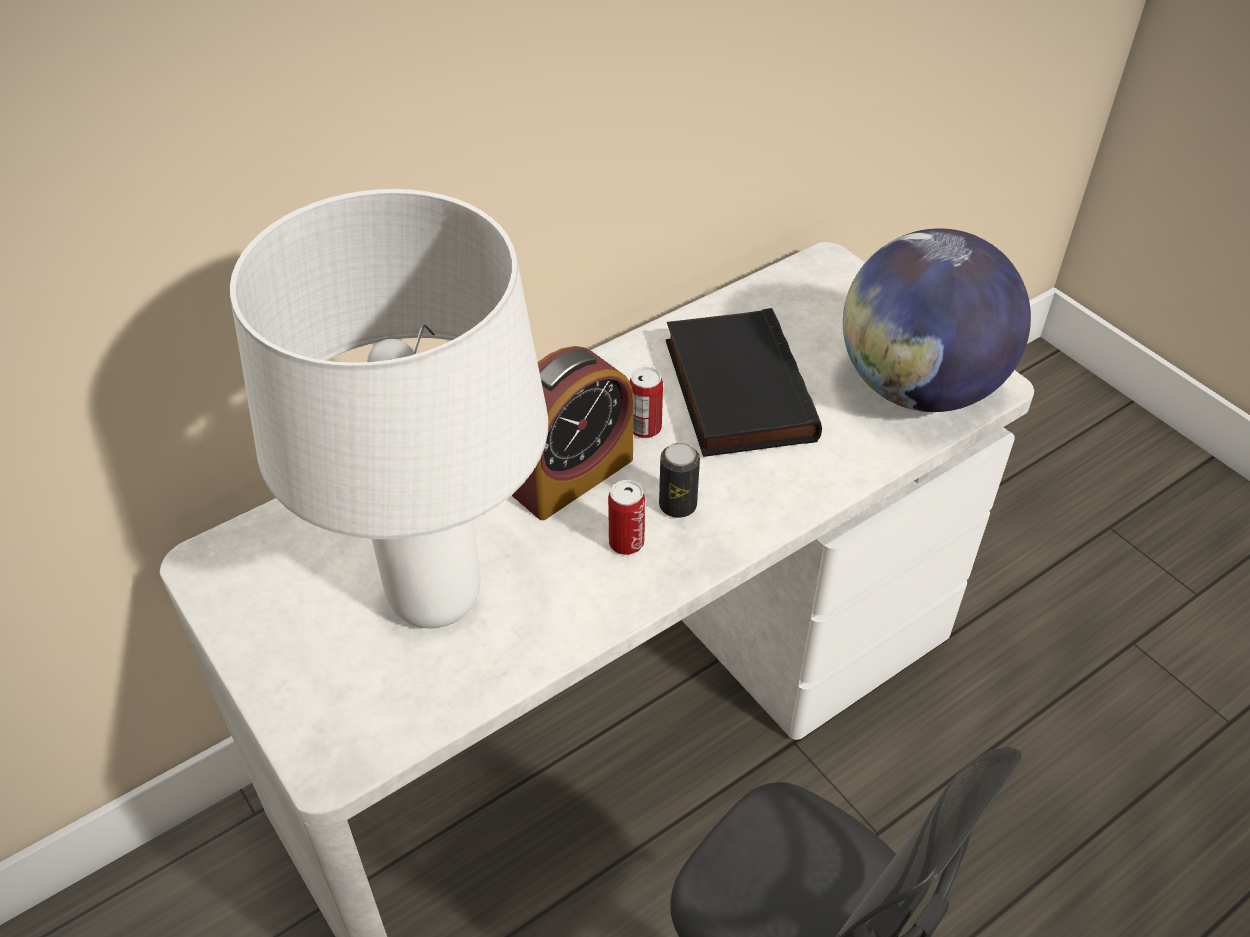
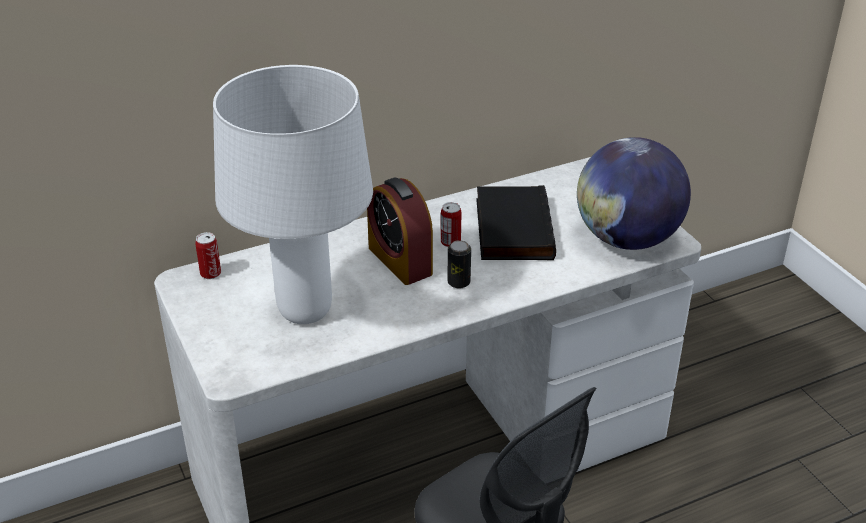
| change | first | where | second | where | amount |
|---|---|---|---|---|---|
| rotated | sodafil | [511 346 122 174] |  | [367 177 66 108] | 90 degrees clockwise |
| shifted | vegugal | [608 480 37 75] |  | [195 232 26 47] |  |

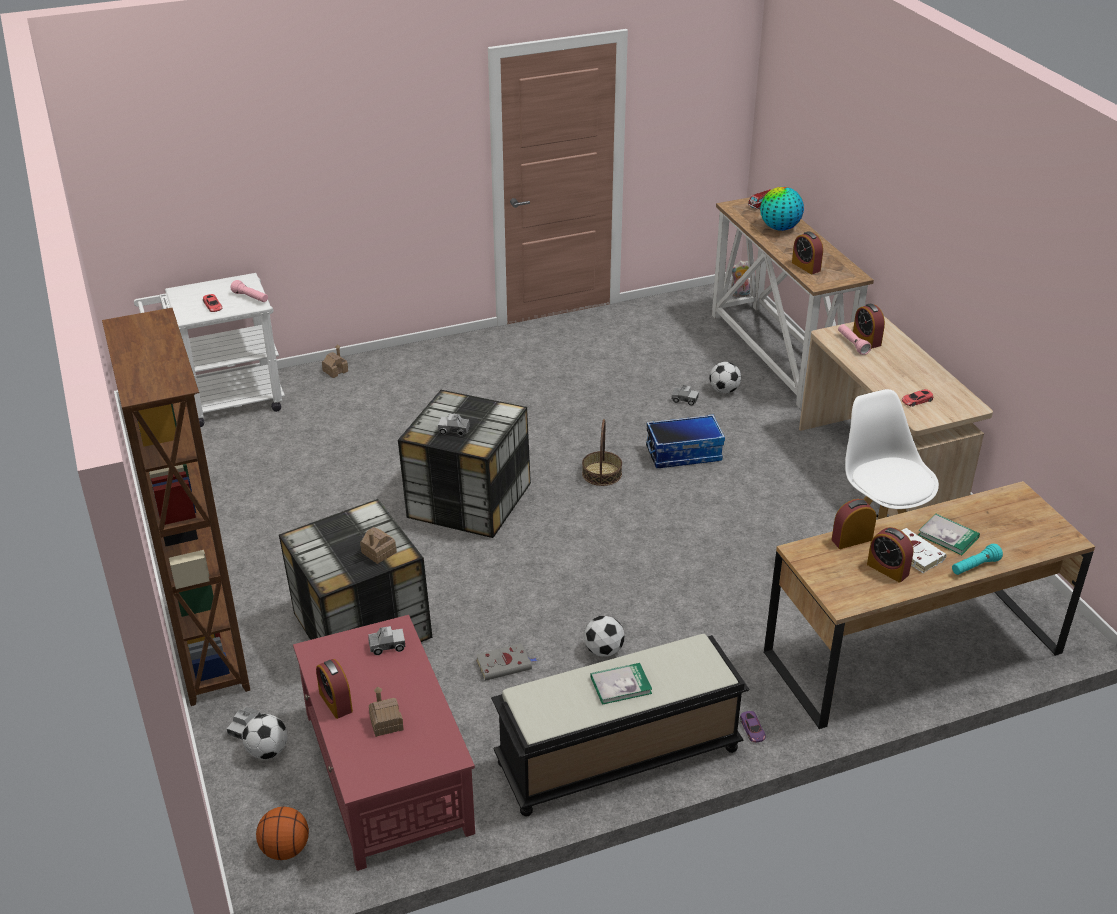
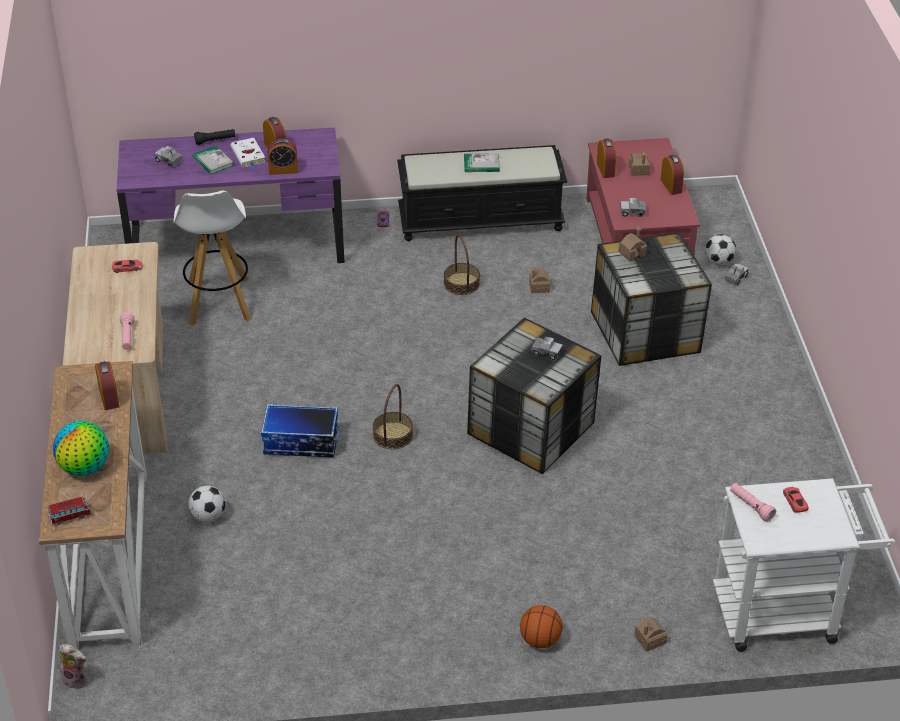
| change | first | where | second | where | amount |
|---|---|---|---|---|---|
| shifted | sodafil | [853 304 32 45] |  | [597 138 19 40] |  |
| gone | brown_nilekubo | [102 308 148 398] |  |  |  |
| shifted | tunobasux | [671 385 28 21] |  | [155 146 27 22] |  |
| repainted | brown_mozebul | [764 481 331 248] | purple_mozebul | [117 127 228 136] |  |
| repainted | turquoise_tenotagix | [952 544 51 31] | black_tenotagix | [194 129 41 16] |  |
| swapped | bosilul | [584 616 41 41] | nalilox | [444 235 36 60] |  |
| swapped | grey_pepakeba | [476 643 62 38] | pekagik | [529 266 21 27] |  |
| shifted | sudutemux | [256 807 53 53] |  | [520 605 43 43] |  |

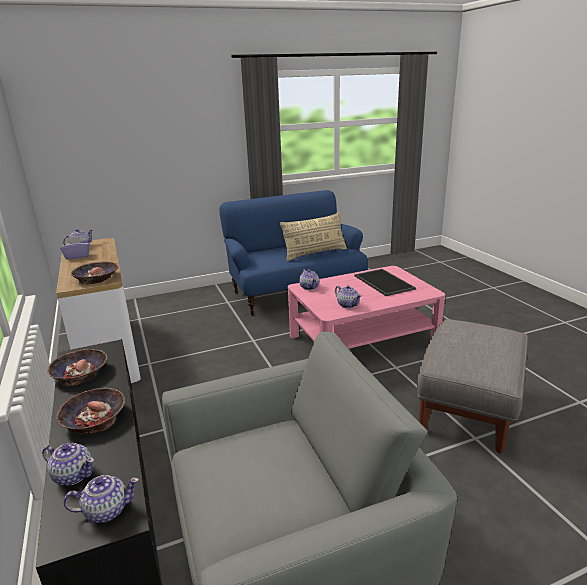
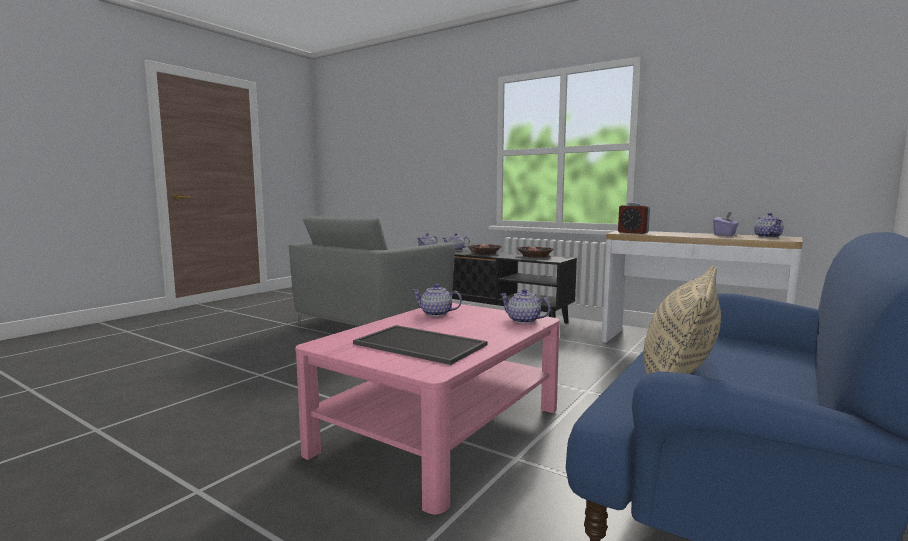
| change | first | where | second | where | amount |
|---|---|---|---|---|---|
| swapped | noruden | [71 262 47 23] | sodafil | [618 203 32 31] |  |
| gone | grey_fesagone | [417 319 111 135] |  |  |  |

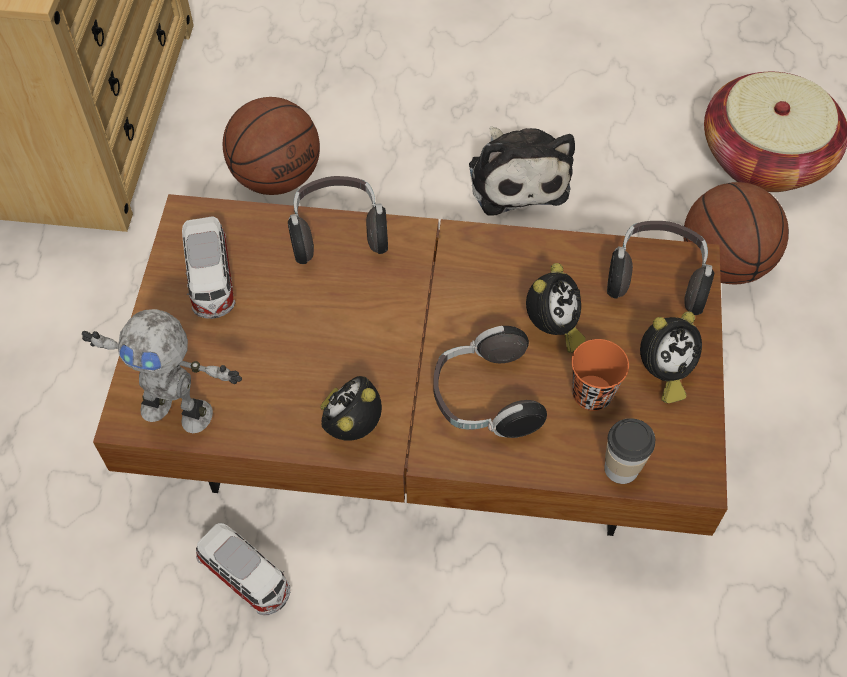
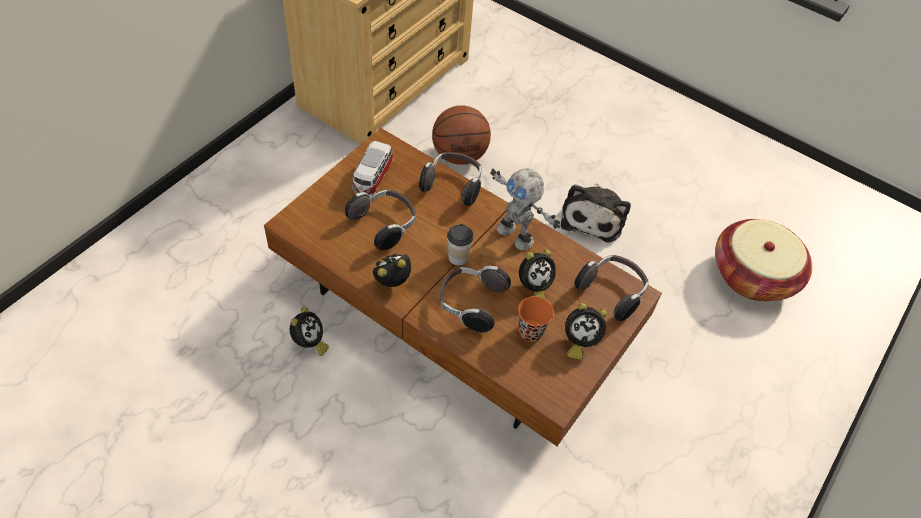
| change | first | where | second | where | amount |
|---|---|---|---|---|---|
| gone | sudutemux | [683 182 106 102] |  |  |  |
| shifted | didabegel | [82 309 160 124] |  | [490 168 70 82] |  |
| shifted | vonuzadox | [604 418 51 66] |  | [447 224 26 42] |  |
| swapped | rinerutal | [196 523 94 92] | sodafil | [290 307 39 49] |  |
| new |  |  | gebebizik | [345 190 71 60] |  |

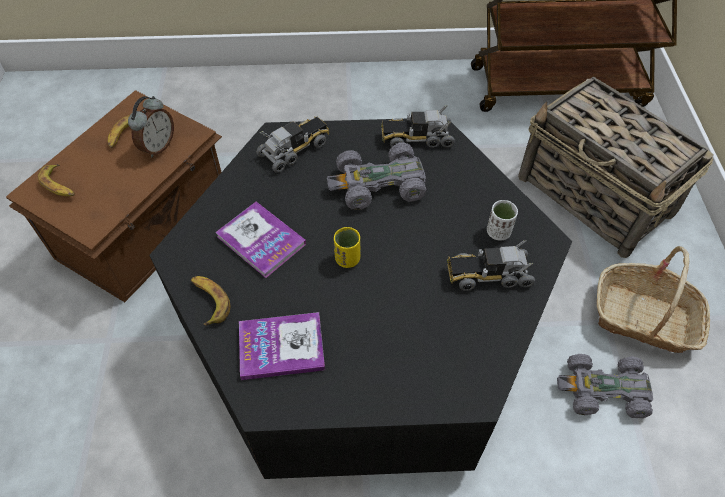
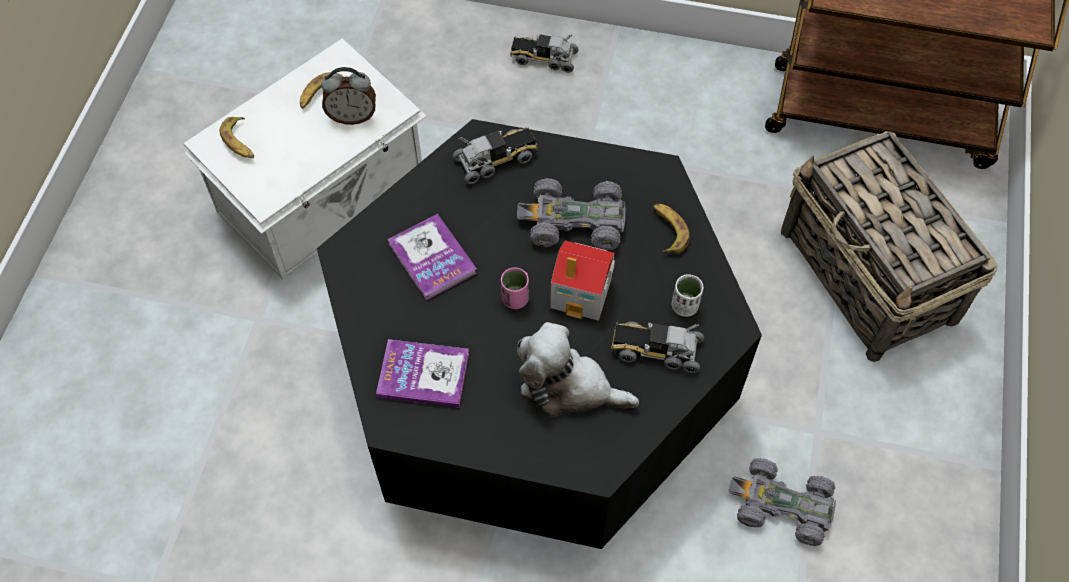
| change | first | where | second | where | amount |
|---|---|---|---|---|---|
| repainted | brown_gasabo | [6 90 216 212] | white_gasabo | [183 39 244 241] |  |
| rotated | sodafil | [128 96 46 62] |  | [321 67 55 58] | 45 degrees clockwise |
| shifted | tunobasux | [381 105 74 43] |  | [510 34 69 39] |  |
| repainted | yellow_vonuzadox | [334 227 26 41] | pink_vonuzadox | [501 267 28 42] |  |
| gone | nalilox | [597 246 113 107] |  |  |  |
| shifted | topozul | [191 276 39 49] |  | [653 204 37 49] |  |
| new |  |  | pekagik | [550 241 65 80] |  |
| new |  |  | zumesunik | [517 322 122 95] |  |

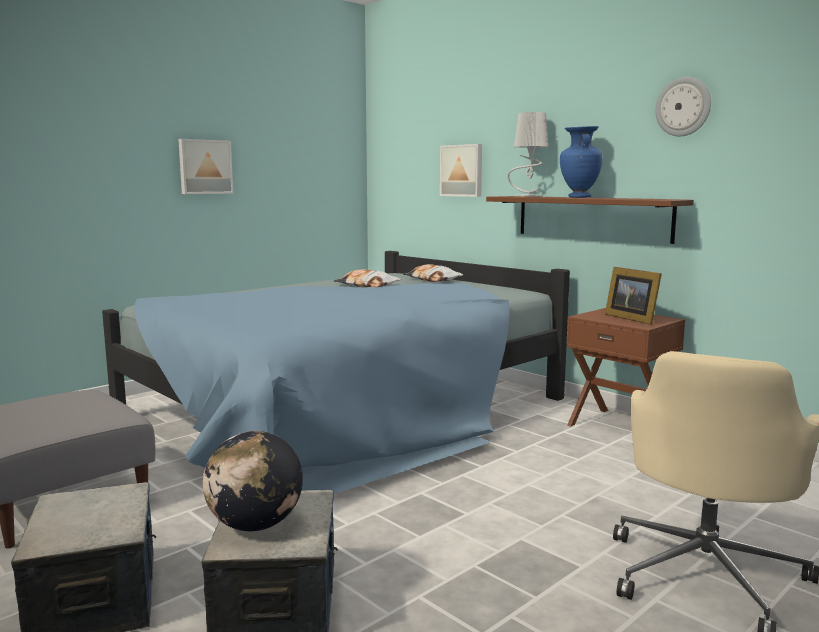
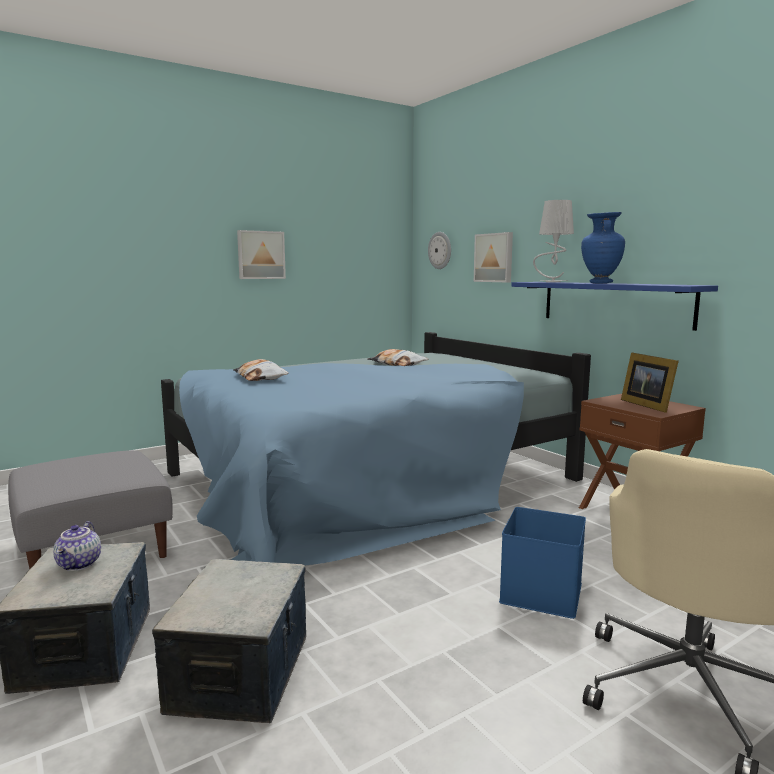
| change | first | where | second | where | amount |
|---|---|---|---|---|---|
| shifted | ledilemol | [655 77 56 59] |  | [428 232 23 37] |  |
| repainted | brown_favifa | [486 196 208 48] | blue_favifa | [511 282 207 49] |  |
| shifted | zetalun | [403 264 60 18] |  | [233 359 55 22] |  |
| gone | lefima | [203 431 100 100] |  |  |  |
| new |  |  | blue_gasabo | [499 507 87 112] |  |
| new |  |  | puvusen | [53 521 48 50] |  |

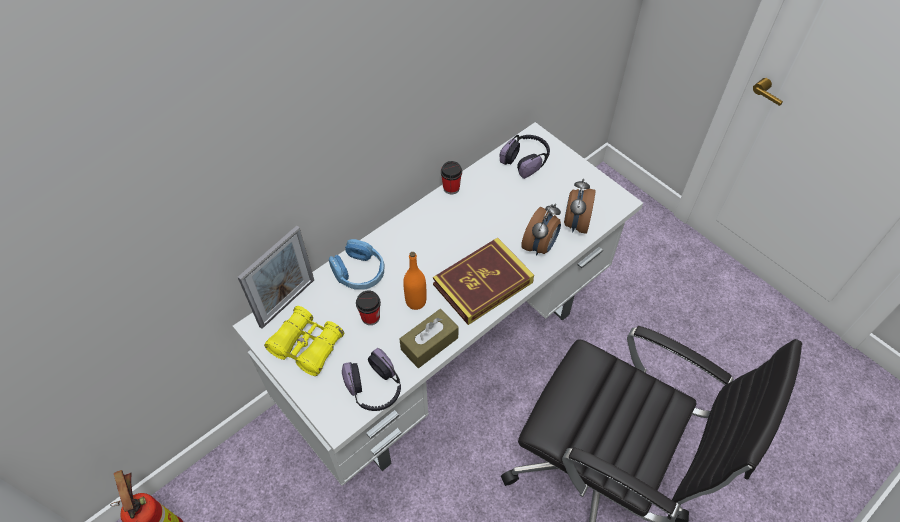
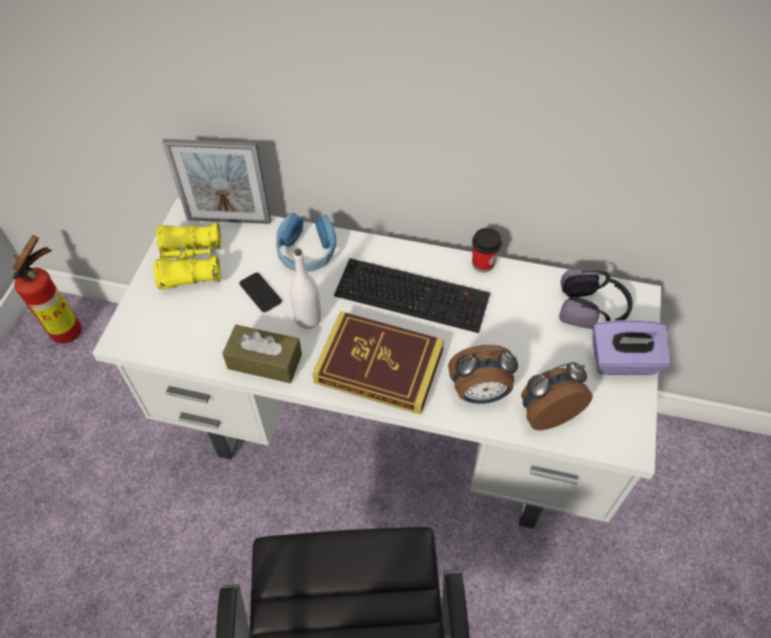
| change | first | where | second | where | amount |
|---|---|---|---|---|---|
| repainted | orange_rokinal | [403 252 24 58] | white_rokinal | [290 249 31 80] |  |
| swapped | vonuzadox | [356 290 25 35] | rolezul | [239 272 43 41] |  |
| gone | gebebizik | [342 348 59 63] |  |  |  |
| new |  |  | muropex | [334 258 156 75] |  |
| new |  |  | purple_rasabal | [593 320 77 55] |  |

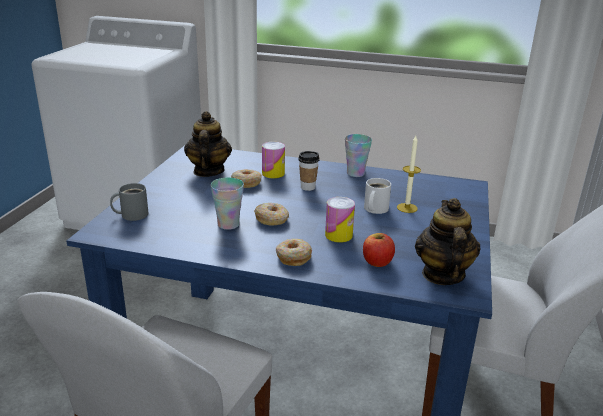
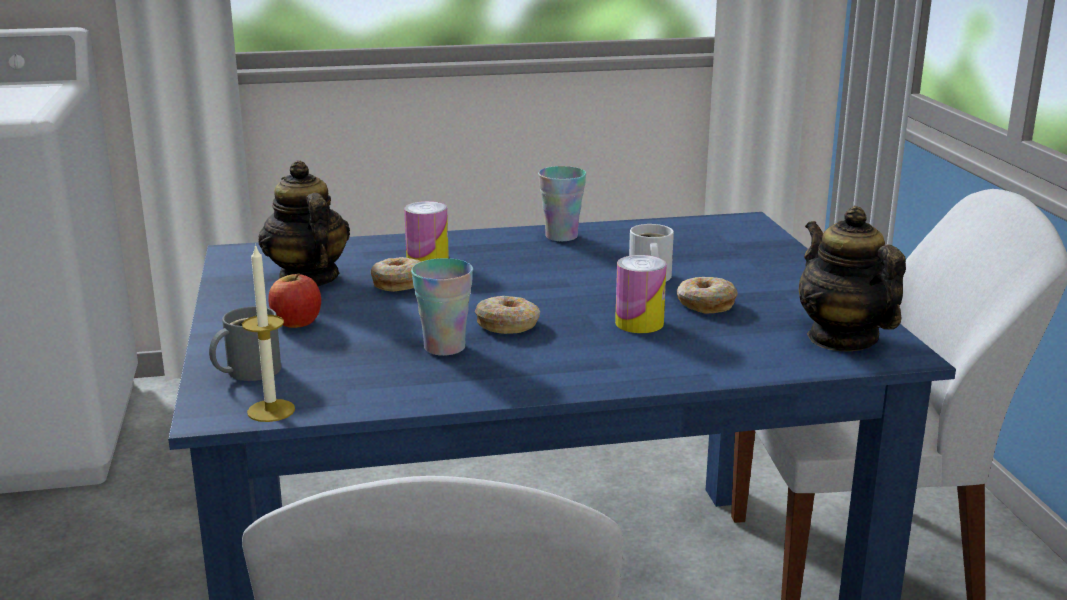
| change | first | where | second | where | amount |
|---|---|---|---|---|---|
| shifted | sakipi | [397 136 24 77] |  | [242 244 53 178] |  |
| gone | vonuzadox | [299 151 20 40] |  |  |  |
| shifted | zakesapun | [363 233 32 34] |  | [268 273 53 55] |  |
| shifted | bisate | [276 239 36 27] |  | [677 277 61 37] |  |

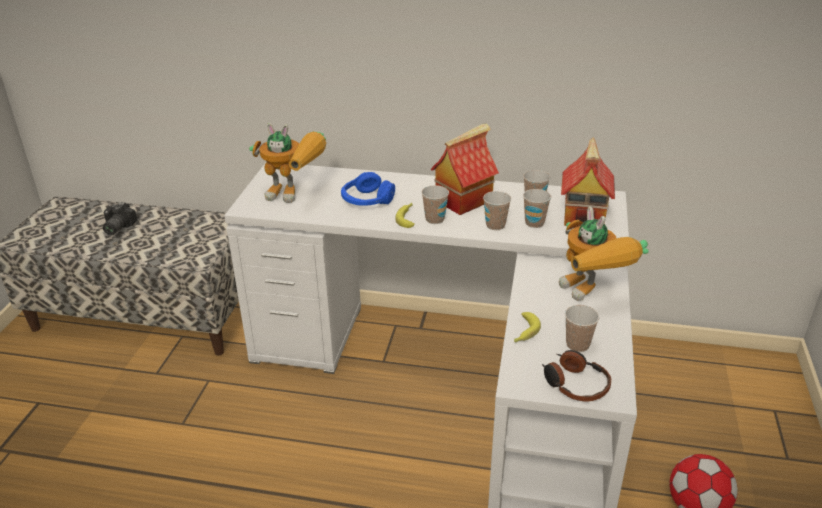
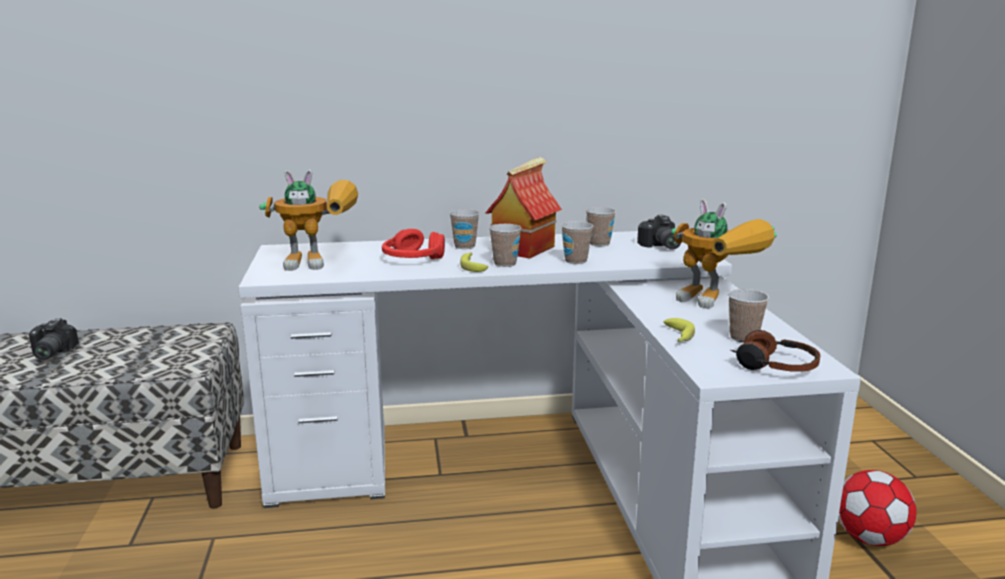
| change | first | where | second | where | amount |
|---|---|---|---|---|---|
| swapped | pekagik | [561 137 54 89] | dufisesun | [637 214 44 36] |  |
| repainted | blue_gebebizik | [341 172 54 34] | red_gebebizik | [382 229 63 30] |  |
| shifted | vonuzadox | [523 189 28 39] |  | [449 209 31 40] |  |

